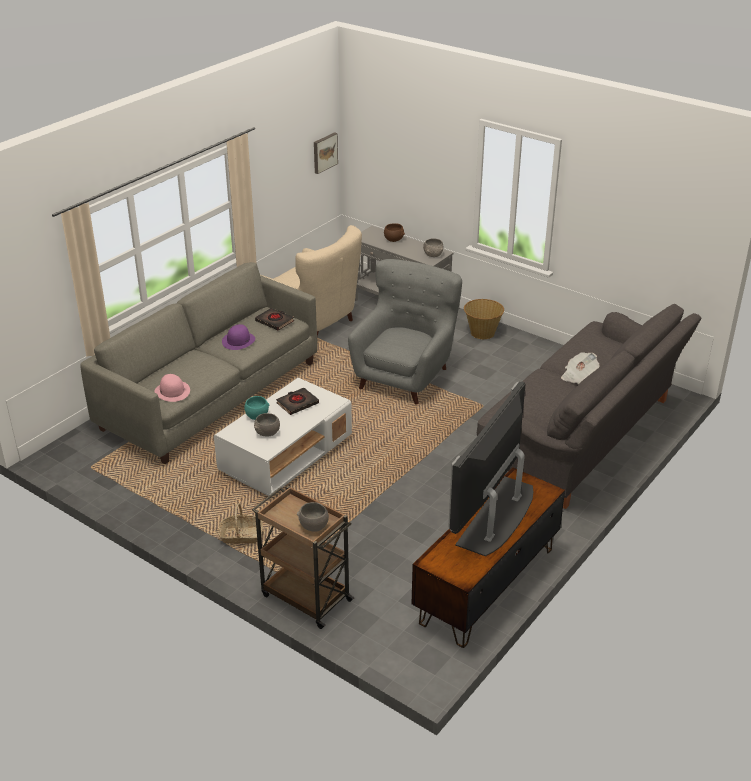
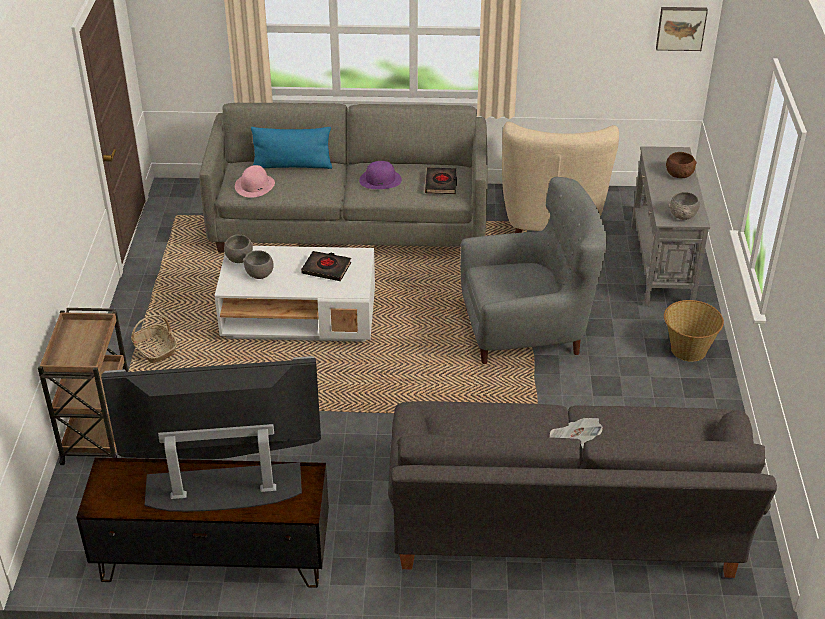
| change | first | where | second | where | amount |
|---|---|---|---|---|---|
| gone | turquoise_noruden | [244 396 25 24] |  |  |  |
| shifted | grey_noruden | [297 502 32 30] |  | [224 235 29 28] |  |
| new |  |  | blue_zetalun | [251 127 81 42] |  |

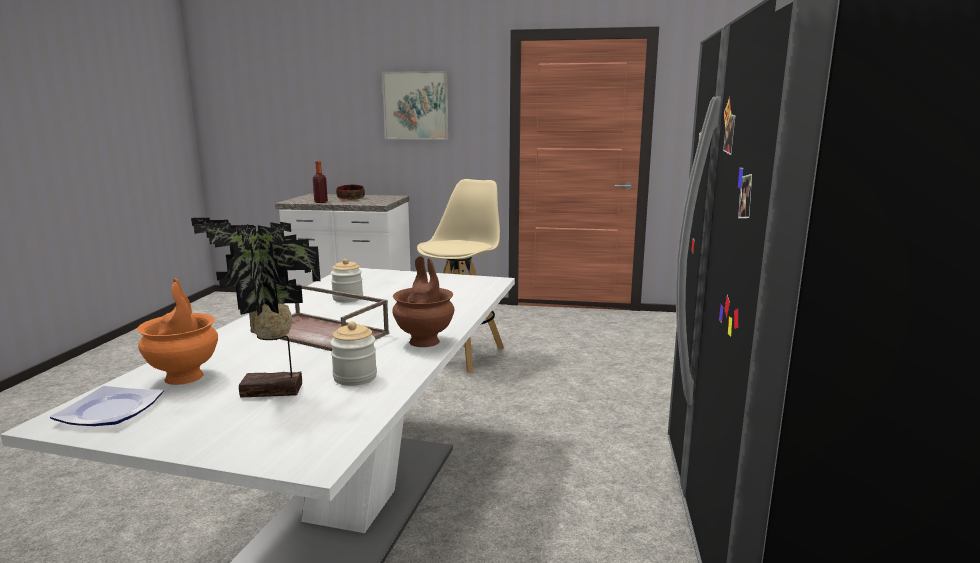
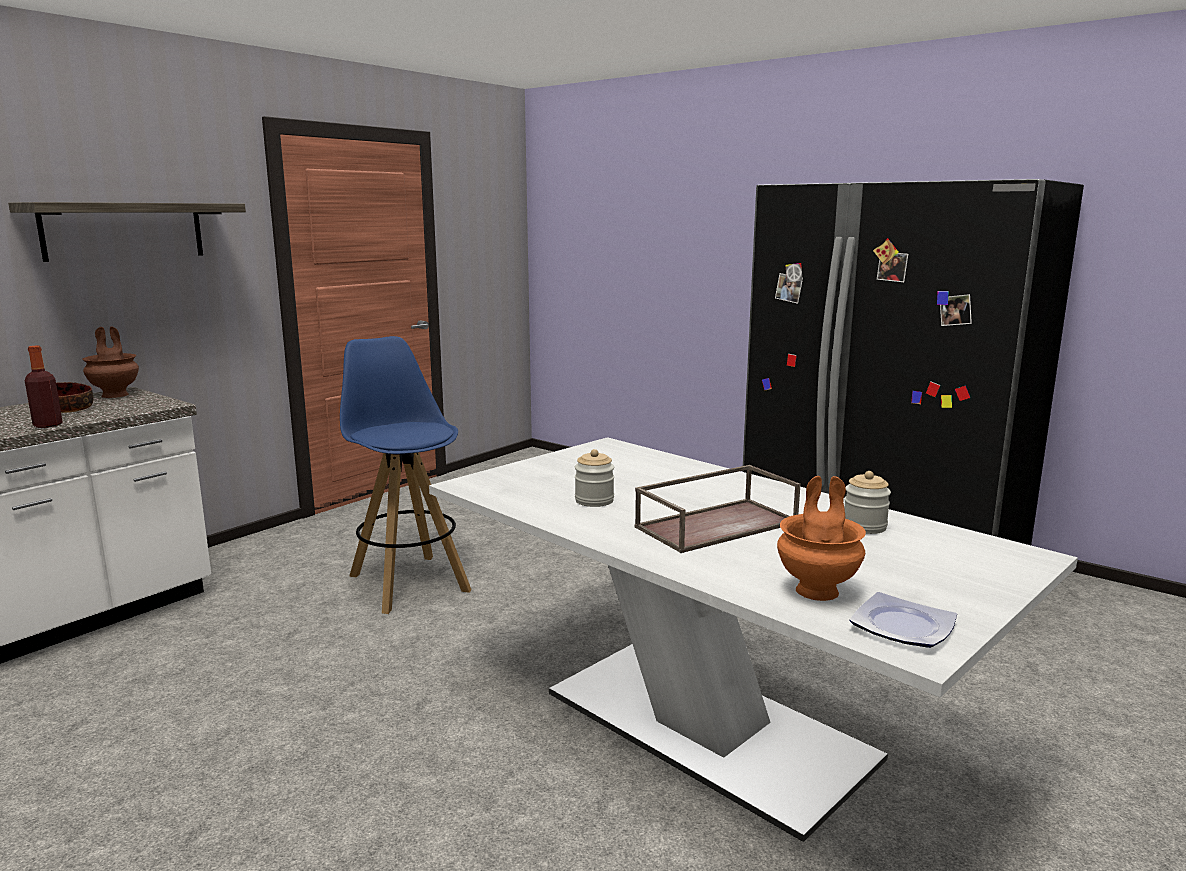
| change | first | where | second | where | amount |
|---|---|---|---|---|---|
| swapped | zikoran | [382 71 67 69] | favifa | [8 202 238 60] |  |
| repainted | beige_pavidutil | [417 179 87 194] | blue_pavidutil | [340 336 132 278] |  |
| gone | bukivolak | [191 218 129 180] |  |  |  |
| shifted | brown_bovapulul | [392 256 62 91] |  | [82 326 57 72] |  |

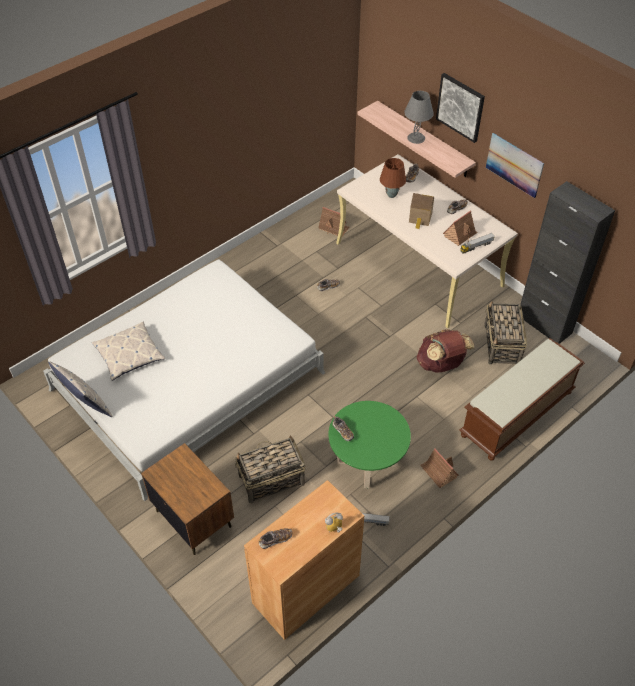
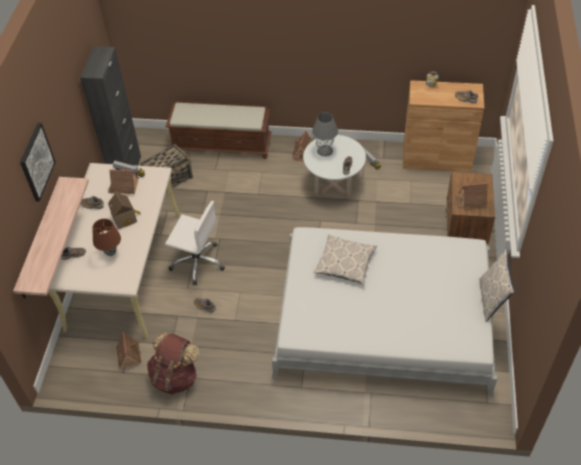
| change | first | where | second | where | amount |
|---|---|---|---|---|---|
| shifted | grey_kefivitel | [404 91 30 53] |  | [312 113 26 44] |  |
| gone | zikoran | [486 133 58 65] |  |  |  |
| shifted | zetalun | [92 321 73 60] |  | [314 234 63 51] |  |
| shifted | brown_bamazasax | [417 329 58 44] |  | [147 332 52 63] |  |
| repainted | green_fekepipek | [329 401 82 88] | white_fekepipek | [303 135 63 63] |  |
| gone | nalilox | [235 435 71 69] |  |  |  |
| new |  |  | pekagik | [454 182 34 27] |  |
| new |  |  | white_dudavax | [165 201 60 84] |  |

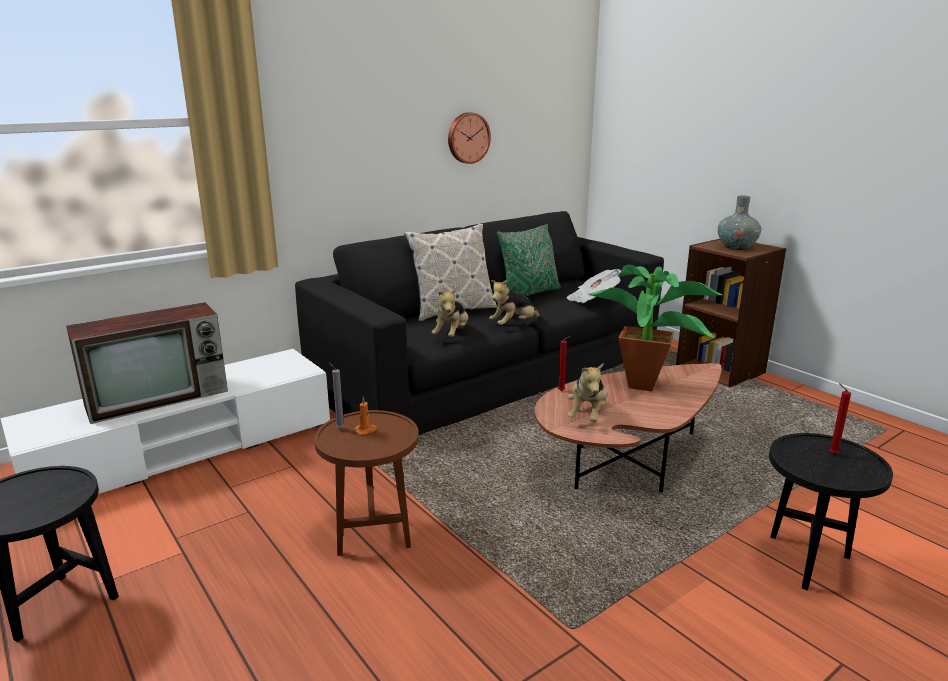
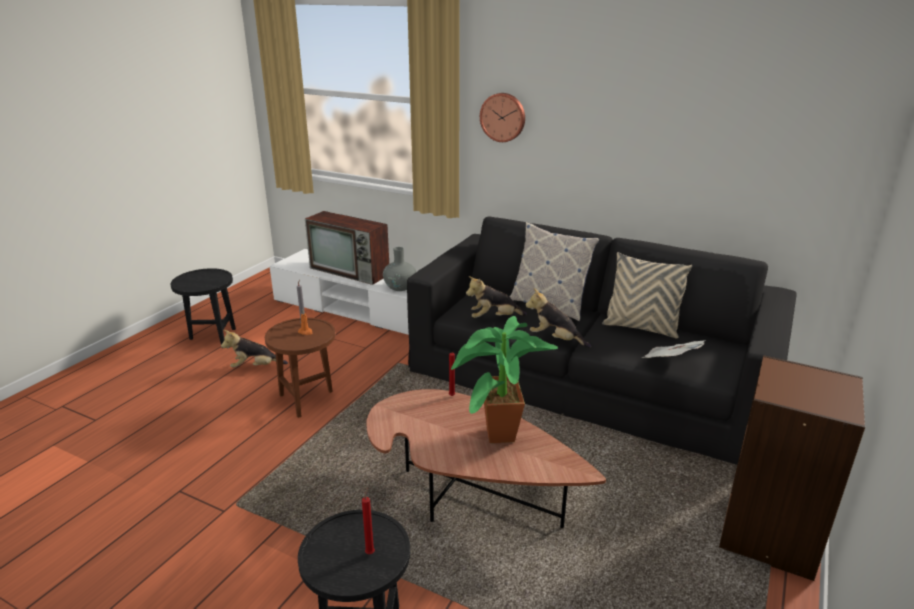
| change | first | where | second | where | amount |
|---|---|---|---|---|---|
| shifted | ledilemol | [448 112 43 52] |  | [480 93 45 49] |  |
| shifted | grey_bovapulul | [718 195 43 55] |  | [383 247 33 44] |  |
| repainted | green_zetalun | [497 224 64 73] | beige_zetalun | [602 252 91 86] |  |
| shifted | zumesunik | [567 363 40 59] |  | [221 330 67 38] |  |

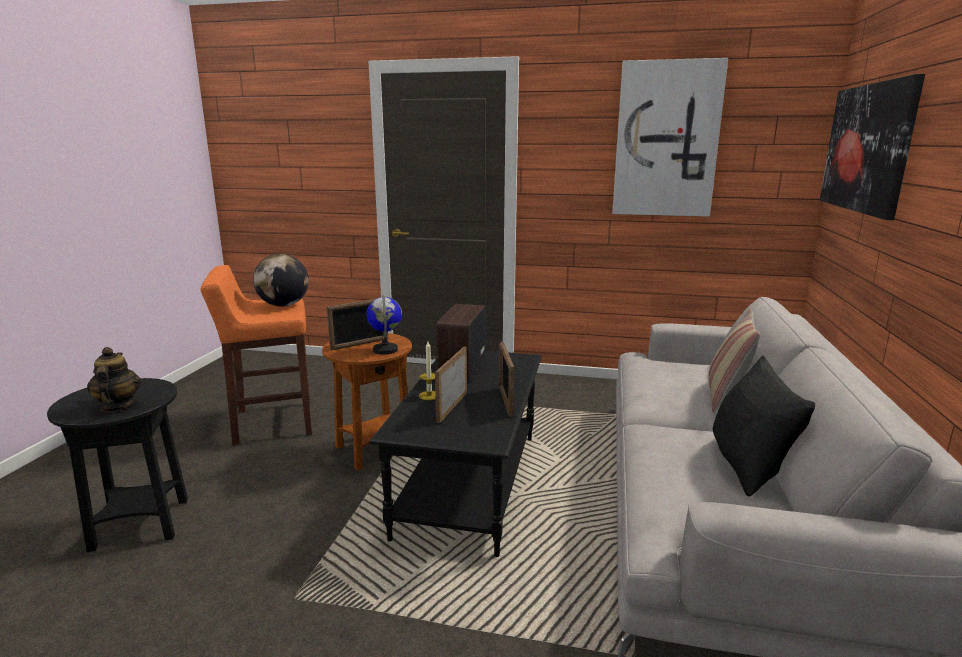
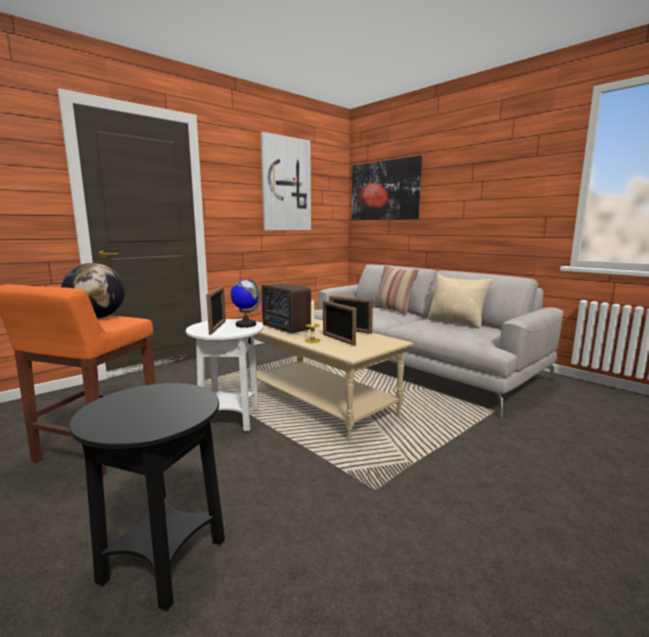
| change | first | where | second | where | amount |
|---|---|---|---|---|---|
| repainted | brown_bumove | [322 333 90 138] | white_bumove | [186 319 77 113] |  |
| gone | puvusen | [87 347 54 65] |  |  |  |
| repainted | black_fekepipek | [369 351 173 206] | beige_fekepipek | [249 319 164 123] |  |
| repainted | black_zetalun | [713 356 102 141] | beige_zetalun | [428 274 65 55] |  |

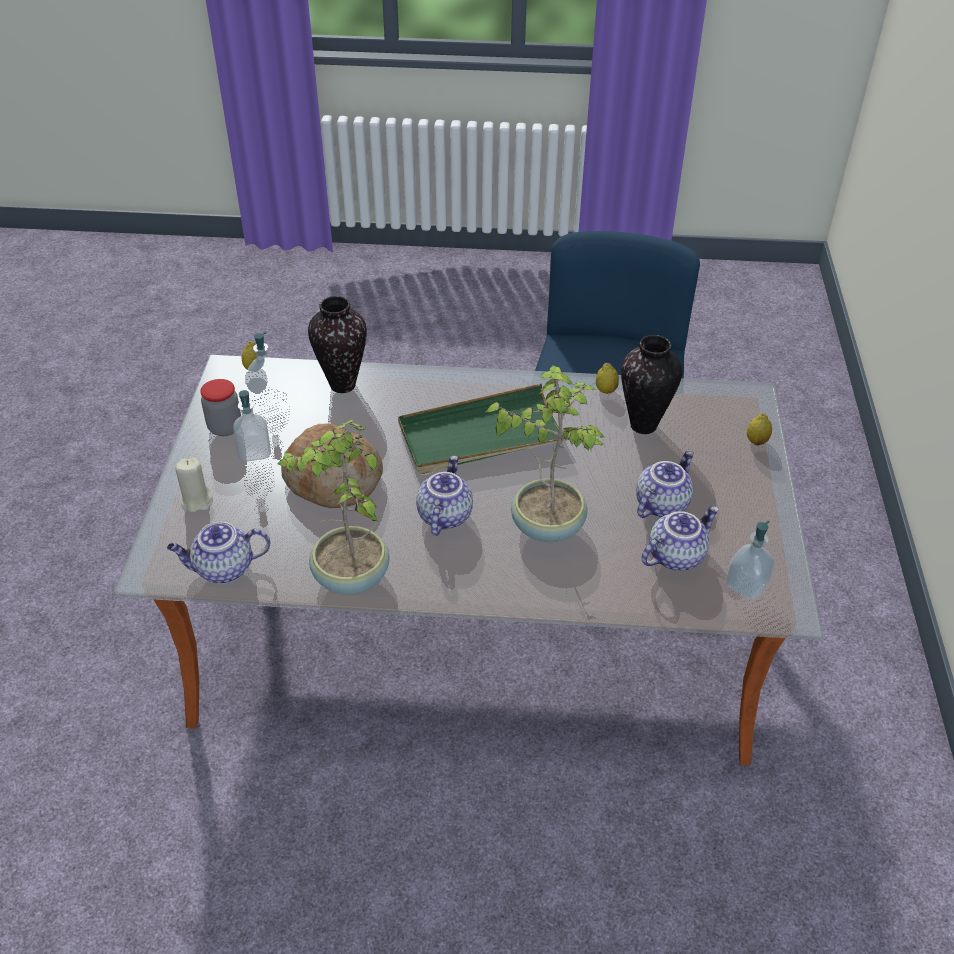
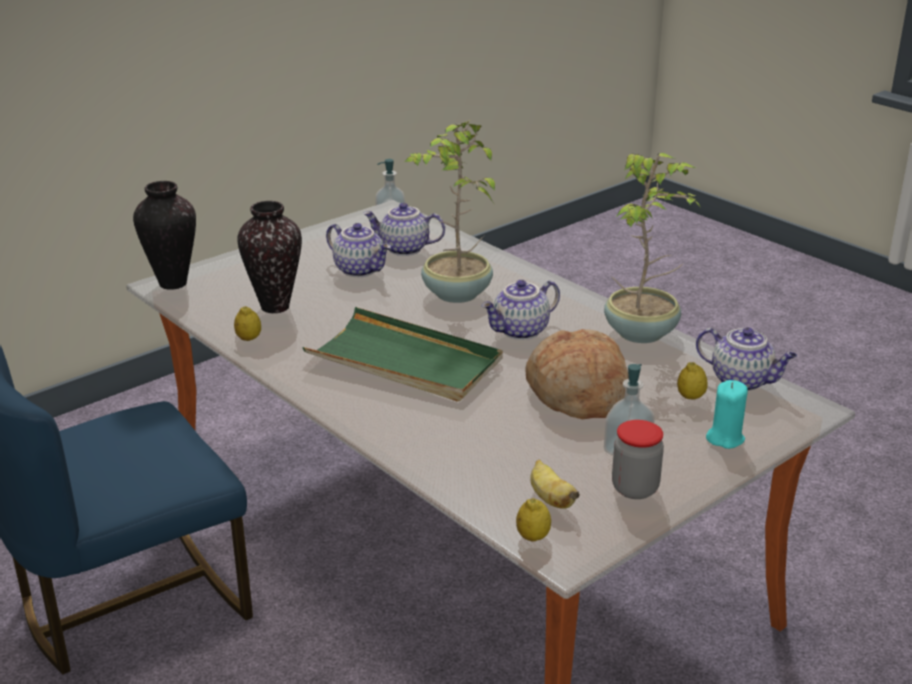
| change | first | where | second | where | amount |
|---|---|---|---|---|---|
| shifted | bovapulul | [308 296 59 97] |  | [133 181 63 109] |  |
| swapped | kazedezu | [246 332 40 71] | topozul | [530 459 50 50] |  |
| shifted | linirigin | [747 413 25 33] |  | [677 362 30 37] |  |
| rotated | puvusen | [636 451 58 67] |  | [326 223 65 54] | 135 degrees counterclockwise |
| repainted | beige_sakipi | [175 457 37 55] | turquoise_sakipi | [706 380 42 69] |  |

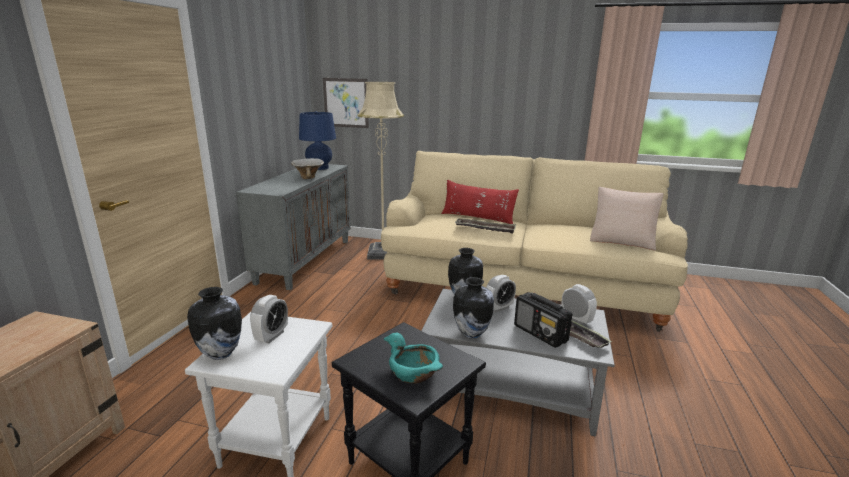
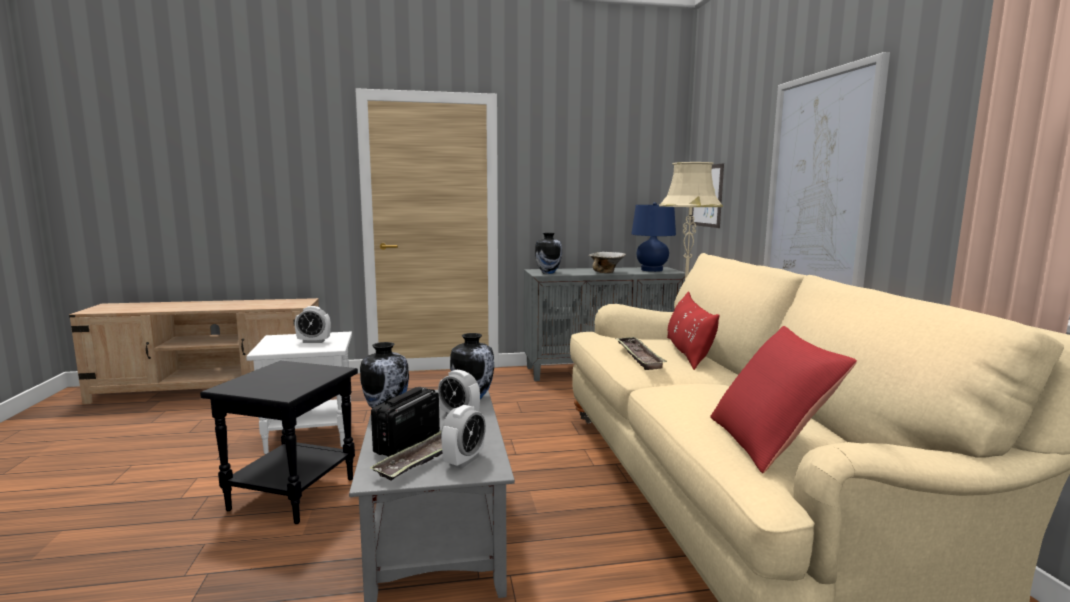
| change | first | where | second | where | amount |
|---|---|---|---|---|---|
| repainted | beige_zetalun | [590 187 74 63] | red_zetalun | [710 326 147 147] |  |
| shifted | bovapulul | [187 287 55 73] |  | [535 233 27 41] |  |
| gone | turquoise_noruden | [384 332 59 52] |  |  |  |
| new |  |  | zikoran | [764 52 126 236] |  |

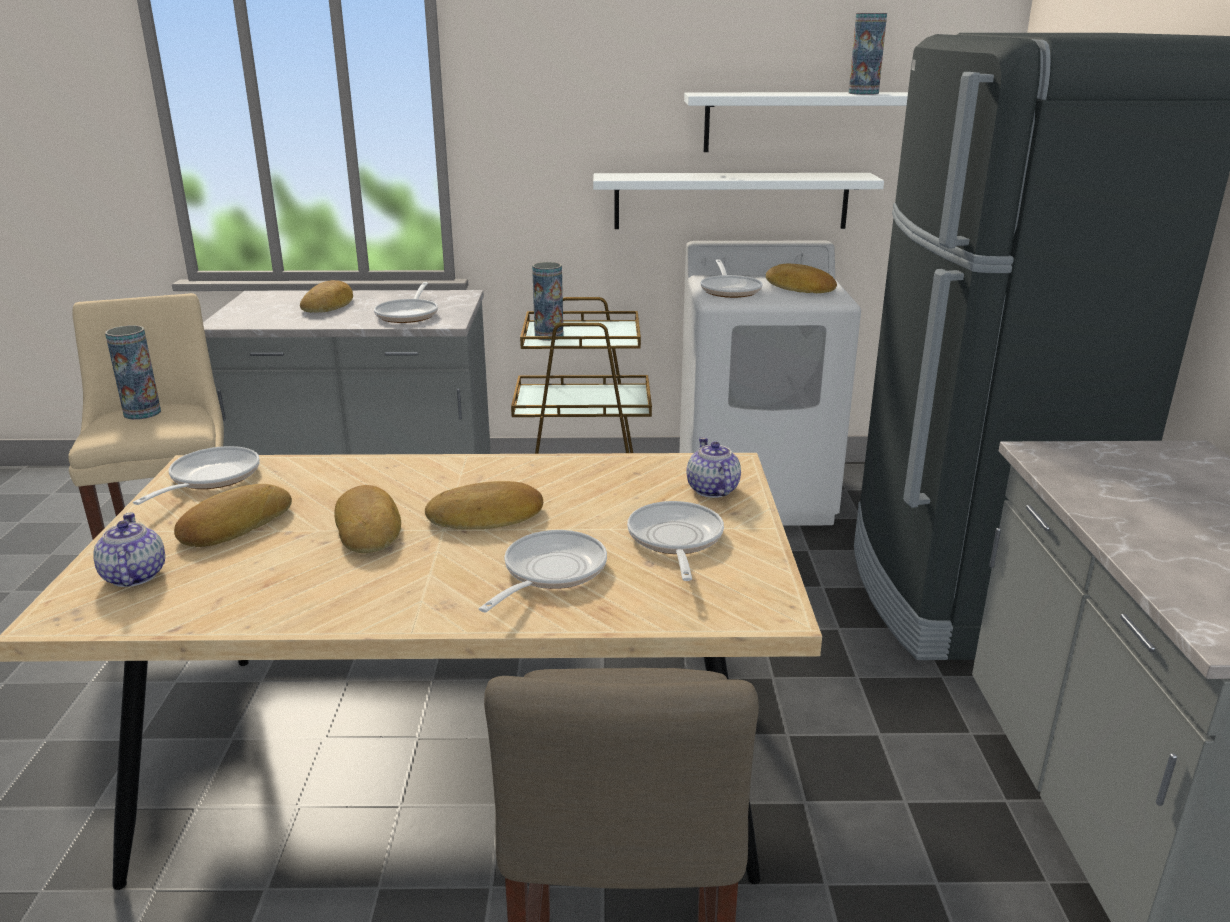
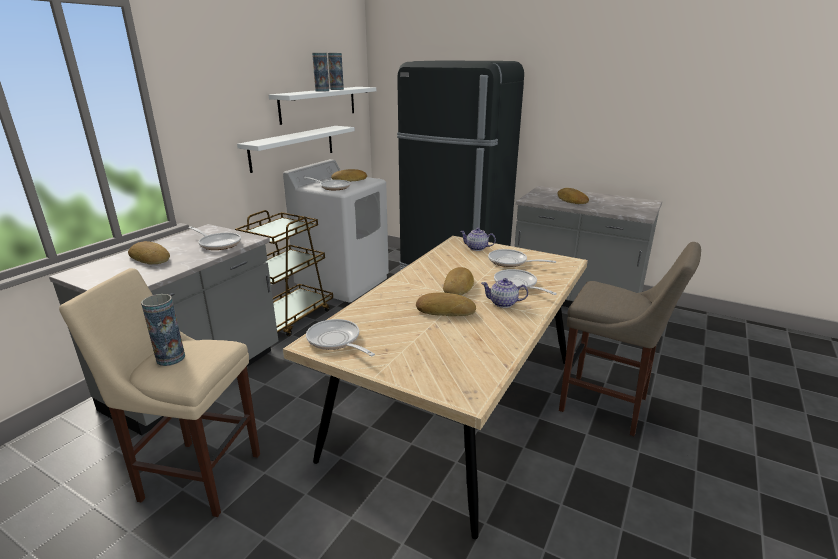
| change | first | where | second | where | amount |
|---|---|---|---|---|---|
| shifted | bovapulul | [532 262 31 79] |  | [312 53 17 39] |  |
| shifted | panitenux | [174 484 118 63] |  | [558 188 31 16] |  |
| shifted | puvusen | [94 512 71 75] |  | [481 278 47 30] |  |

